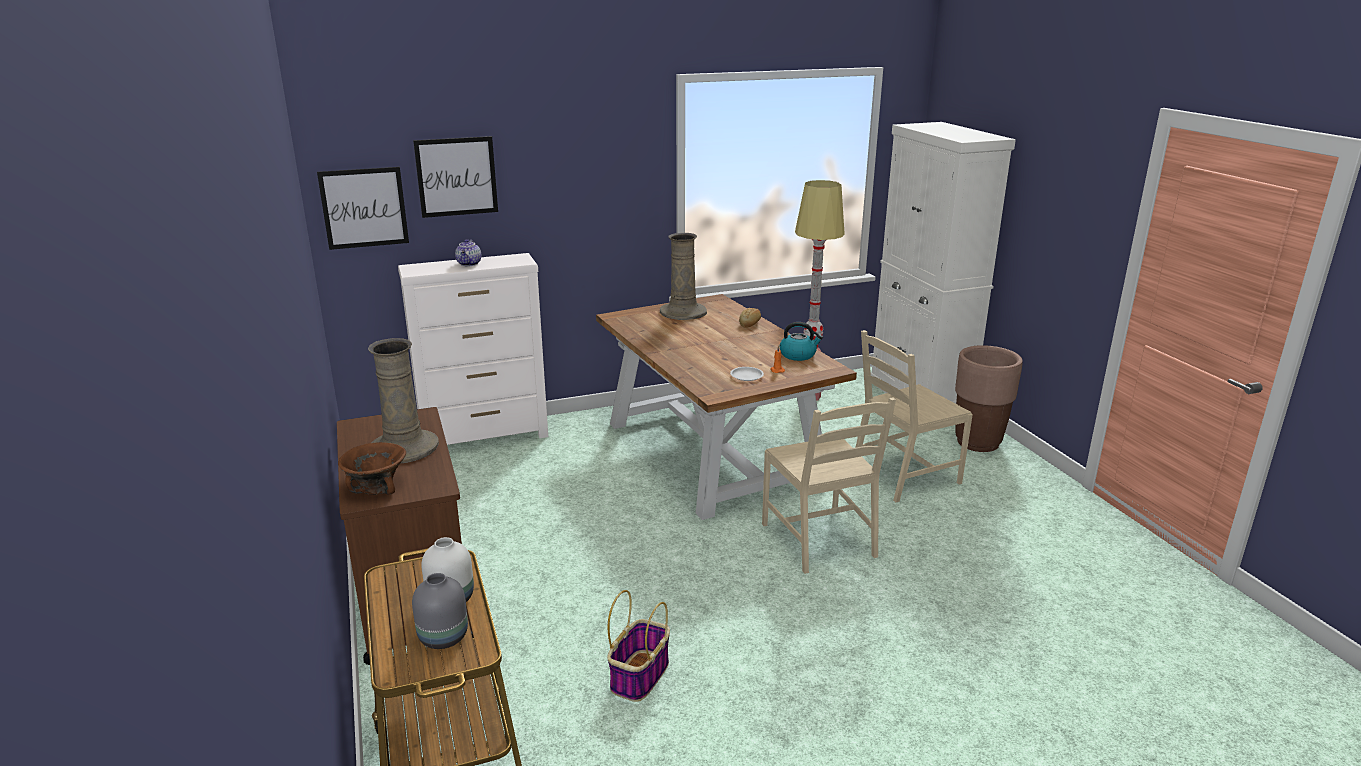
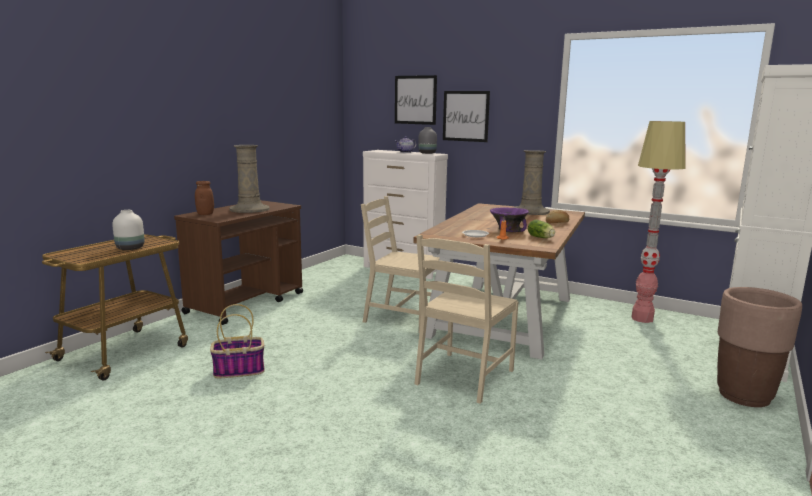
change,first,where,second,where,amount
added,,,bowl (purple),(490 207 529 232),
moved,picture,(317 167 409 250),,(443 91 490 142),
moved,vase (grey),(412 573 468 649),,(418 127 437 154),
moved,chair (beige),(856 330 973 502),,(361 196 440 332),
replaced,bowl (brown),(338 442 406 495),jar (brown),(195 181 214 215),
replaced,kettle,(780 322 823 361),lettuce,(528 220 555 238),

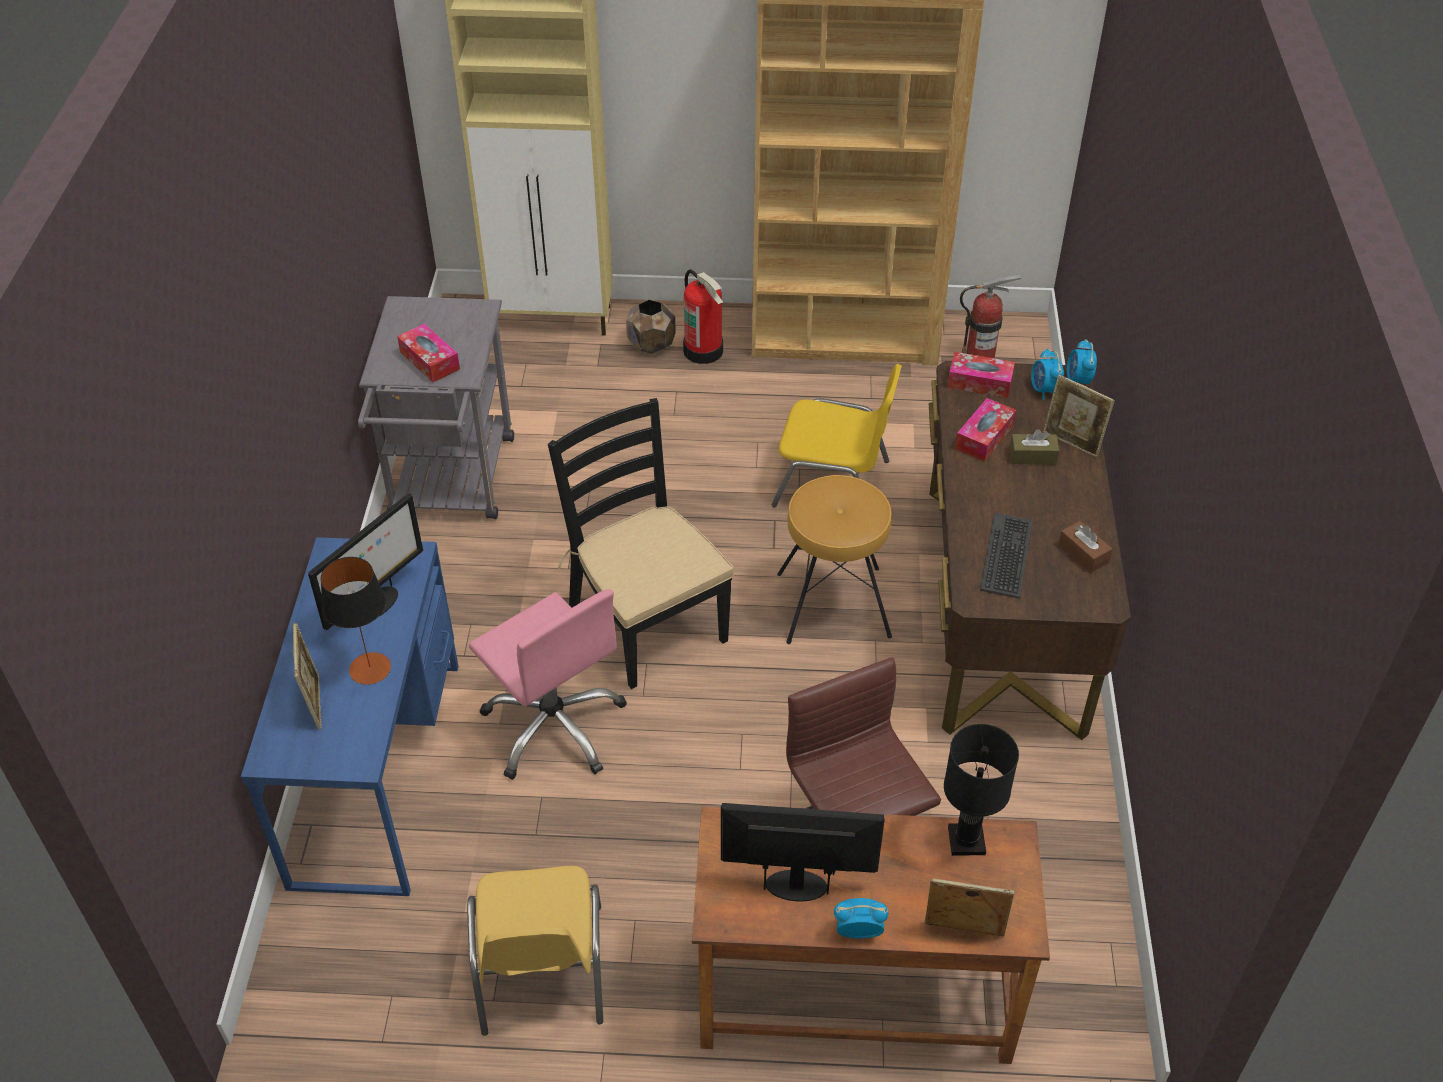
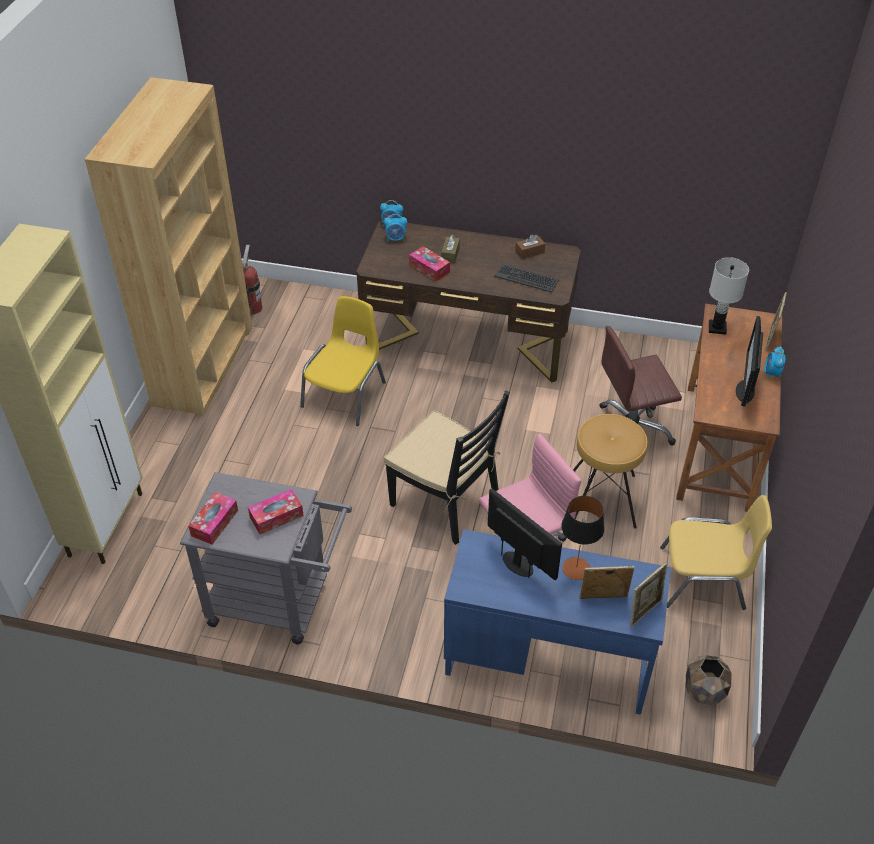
change,first,where,second,where,amount
removed,fire extinguisher,(683 270 723 364),,,
moved,planter (brown),(626 300 676 354),,(685 655 732 705),
moved,stool (brown),(777 475 892 644),,(573 414 647 529),
moved,tissue box,(947 352 1015 398),,(188 492 238 545),
moved,picture frame,(1043 375 1115 458),,(630 562 668 627),
recoloured,table lamp (black),(944 724 1019 856),table lamp (white),(709 257 749 335),
turned,chair (black),(548 398 734 689),,(384 390 510 545),120 degrees counterclockwise

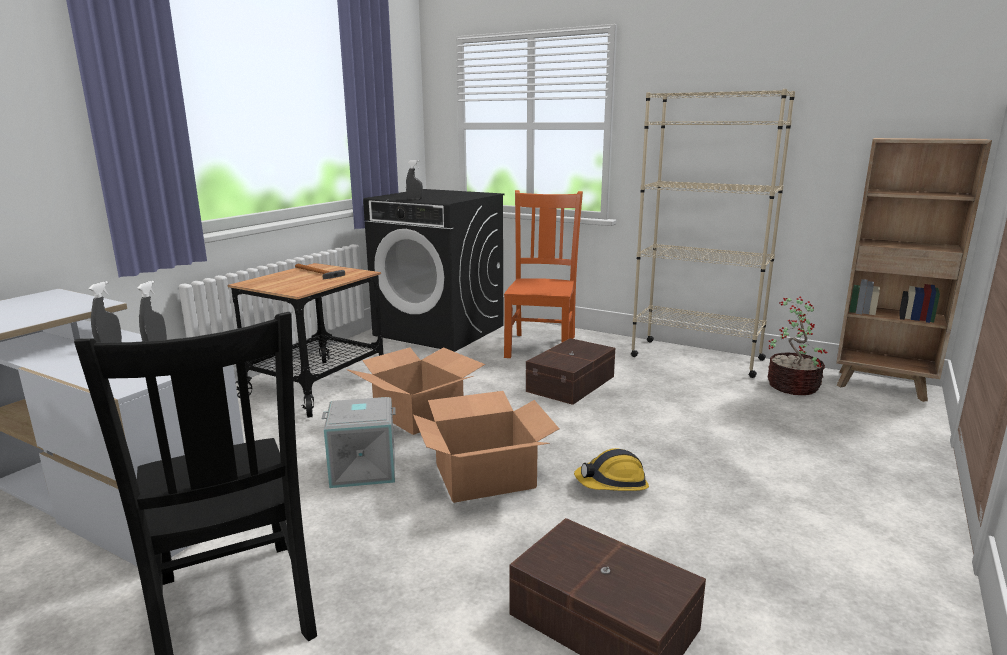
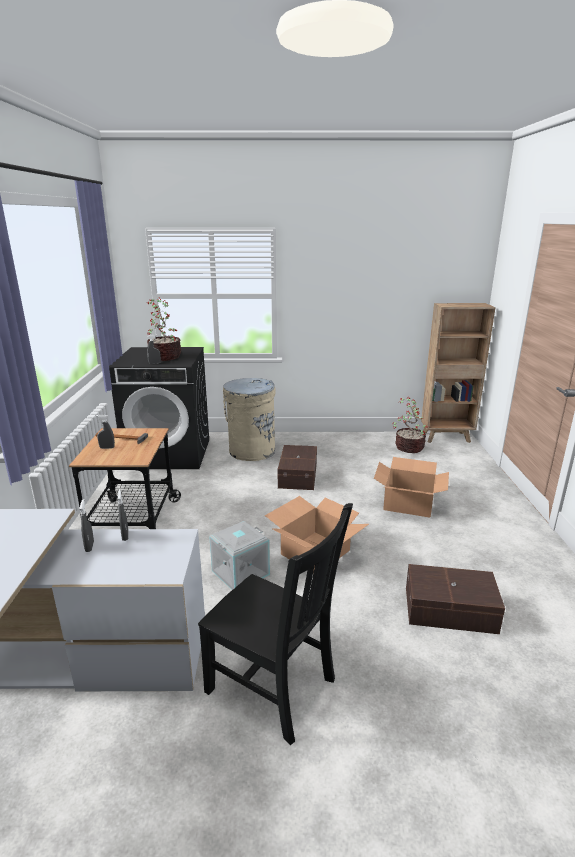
change,first,where,second,where,amount
removed,hard hat,(574 448 649 491),,,
removed,bookcase (beige),(631 89 795 378),,,
added,,,spray bottle (grey),(96 415 115 449),
added,,,potted plant,(147 297 181 361),
moved,cardboard box,(346 347 485 435),,(374 457 449 518),
replaced,chair (orange),(504 190 583 358),trash can (beige),(223 378 276 461),

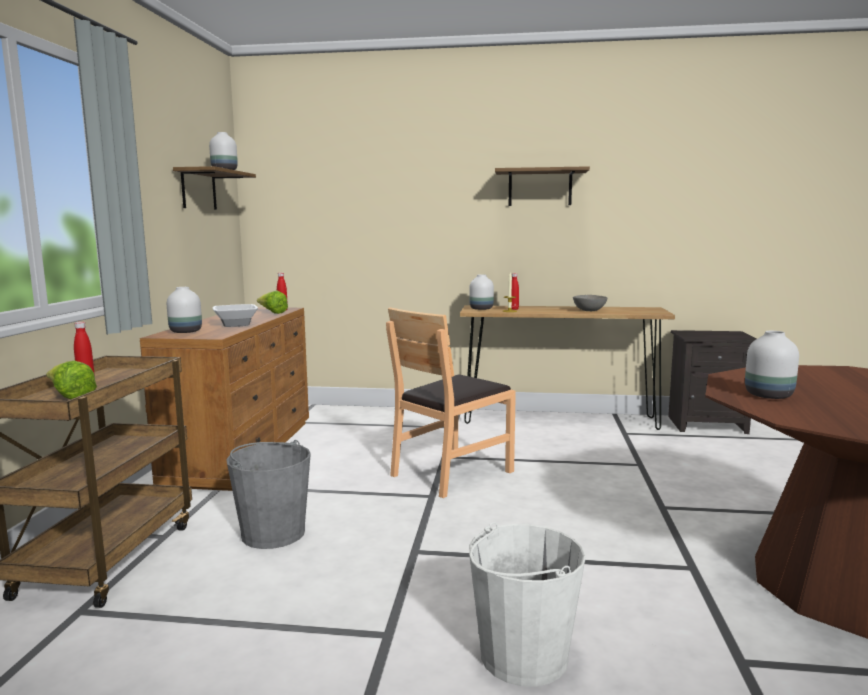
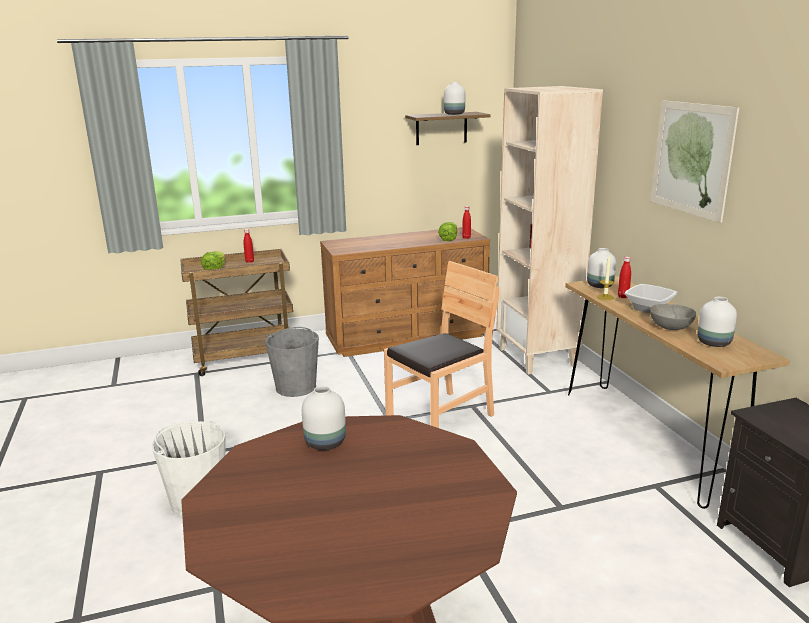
change,first,where,second,where,amount
added,,,bookcase (beige),(496 86 603 375),
moved,vase (white),(167 287 202 333),,(697 297 737 347),
moved,bowl,(212 304 258 327),,(625 284 677 313),
replaced,shelf,(495 166 590 206),picture,(651 100 739 223),
turned,chair (brown),(386 307 516 498),,(384 261 500 428),120 degrees clockwise

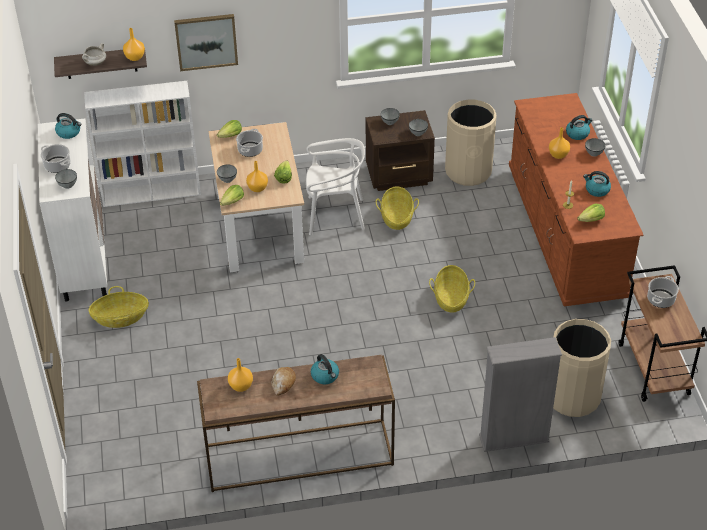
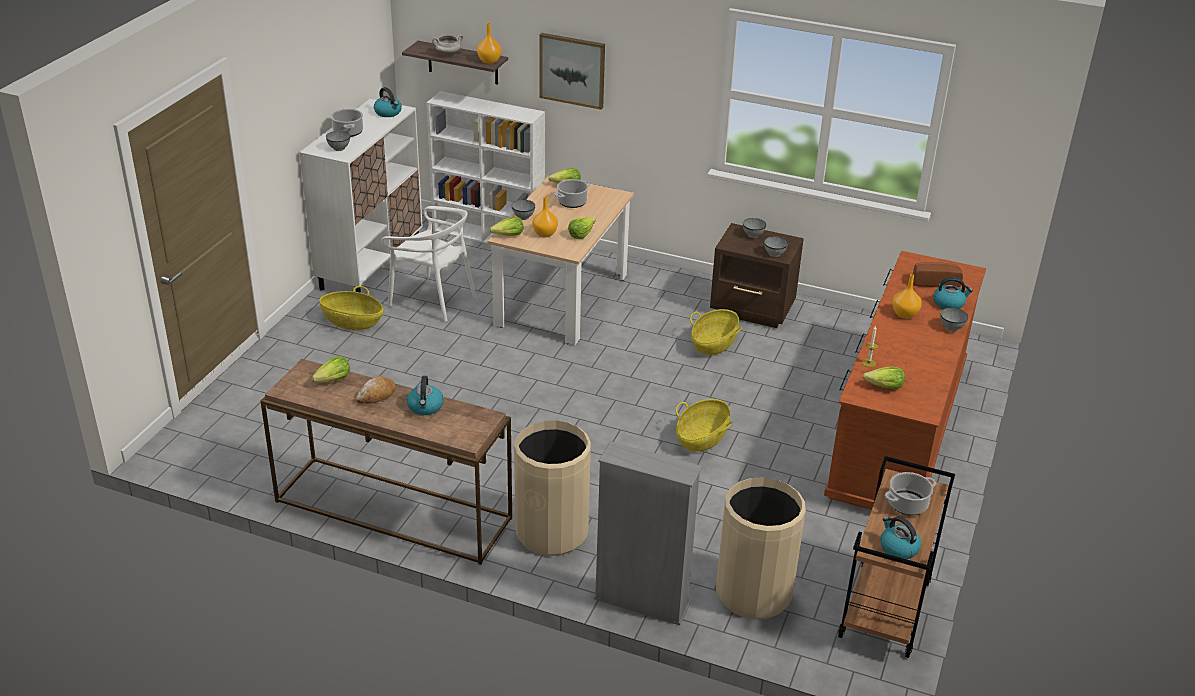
change,first,where,second,where,amount
added,,,bread,(913 262 963 287),
moved,chair (white),(306 138 365 235),,(381 206 477 322),
moved,trash can (beige),(445 99 497 186),,(514 421 591 556),
moved,kettle,(583 171 611 197),,(880 516 921 559),
replaced,vase (orange),(228 358 253 392),lettuce,(311 356 350 382),

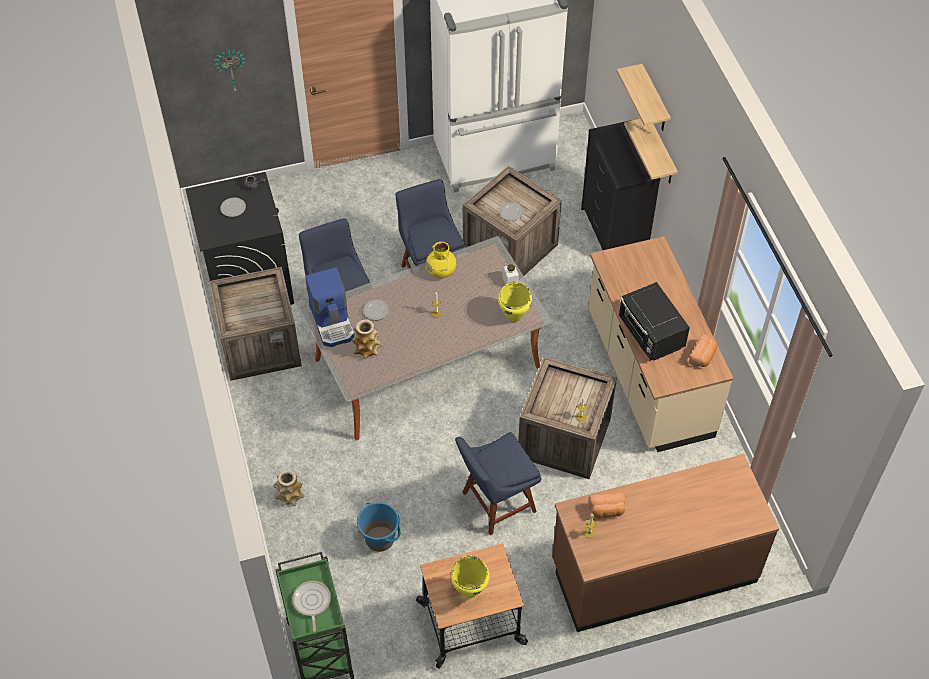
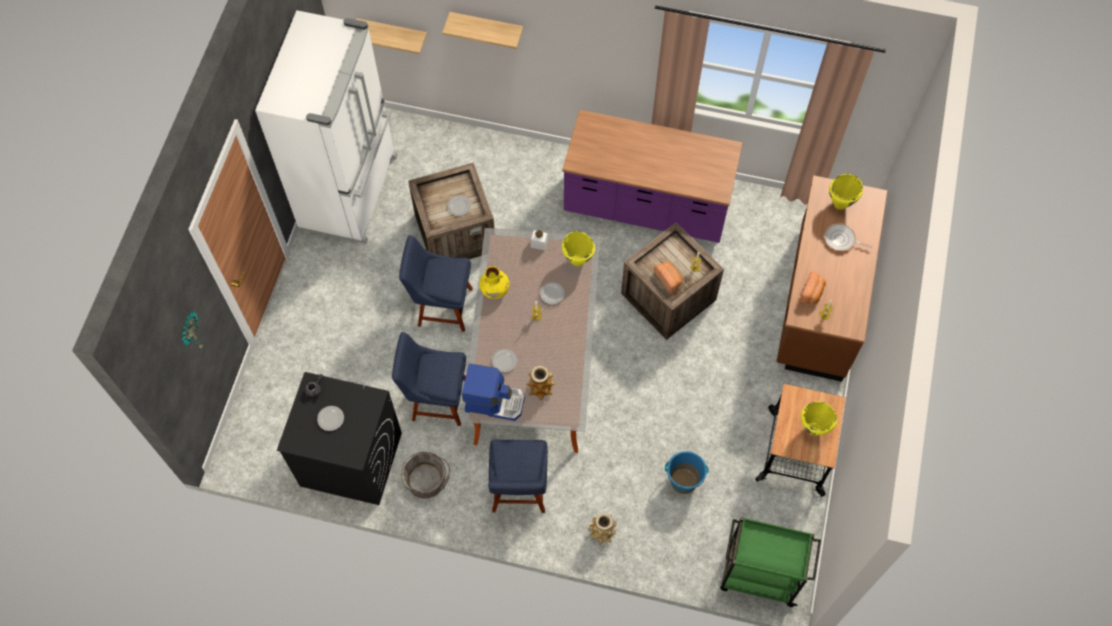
change,first,where,second,where,amount
removed,dresser (black),(581 120 661 250),,,
removed,microwave (black),(619 282 690 361),,,
added,,,plate,(540 282 565 304),
added,,,cooking pot (yellow),(829 174 863 210),
moved,frying pan,(293 581 331 634),,(825 223 872 251),
moved,chair (blue),(455 432 541 535),,(488 440 548 513),
moved,shelf,(624 119 678 184),,(356 18 427 54),
moved,bread,(689 334 717 367),,(654 262 683 293),
replaced,crate,(209 267 302 381),bucket (grey),(401 451 450 498),
recoloured,counter (beige),(589 236 733 452),counter (purple),(562 110 743 243),

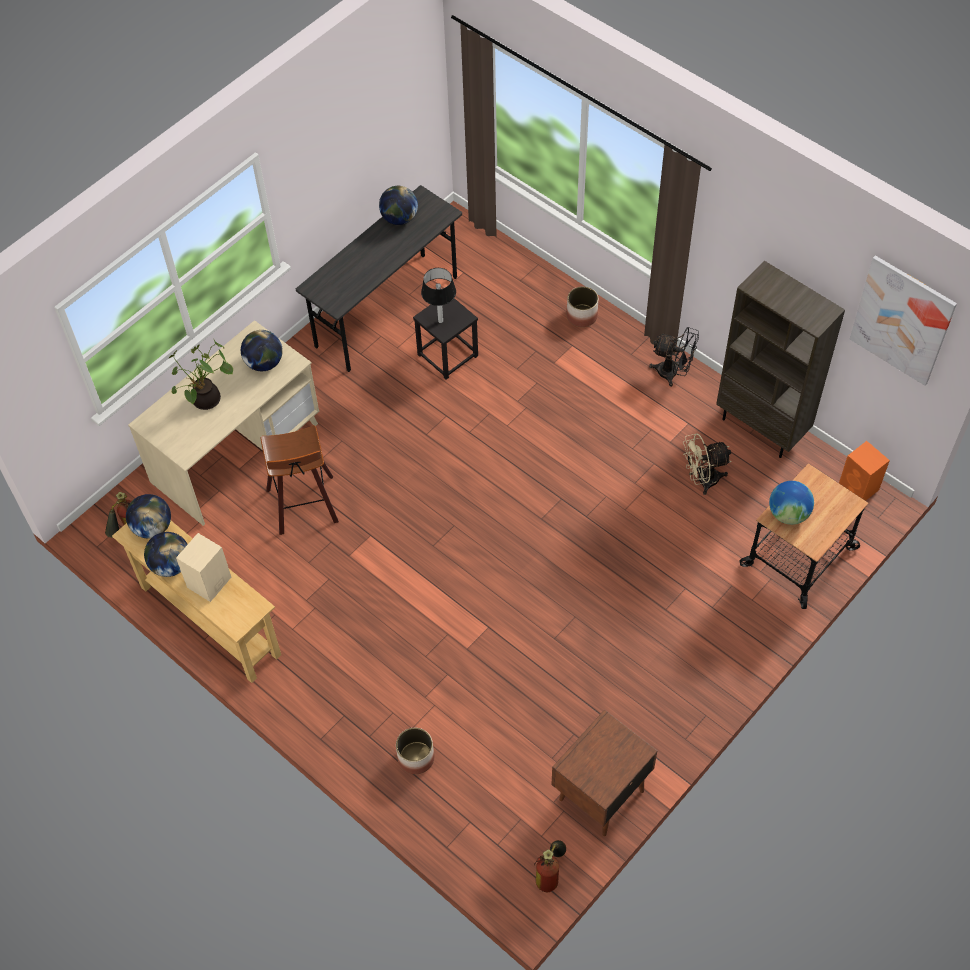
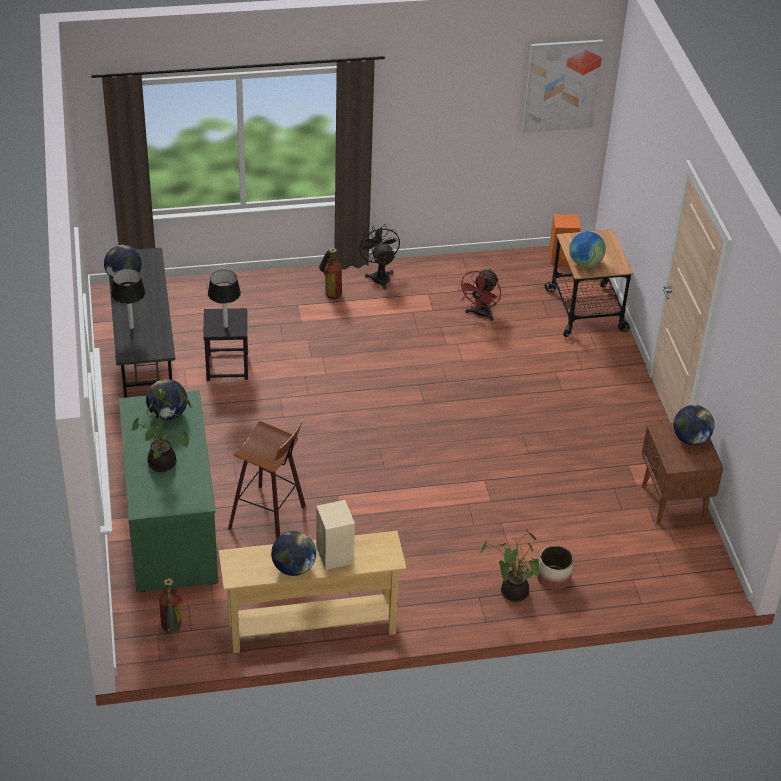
change,first,where,second,where,amount
removed,planter,(567 287 598 327),,,
removed,bookcase (brown),(716 261 845 458),,,
added,,,table lamp,(111 269 146 329),
added,,,potted plant,(480 529 540 602),
moved,globe,(126 494 171 538),,(673 405 715 445),
moved,fire extinguisher,(534 840 566 892),,(319 248 342 299),
recoloured,desk (beige),(128 320 319 526),desk (green),(119 391 218 592),
recoloured,fan (beige),(683 433 731 495),fan (red),(458 269 501 321),
turned,fan (black),(649 327 699 387),,(357 224 400 290),75 degrees counterclockwise

